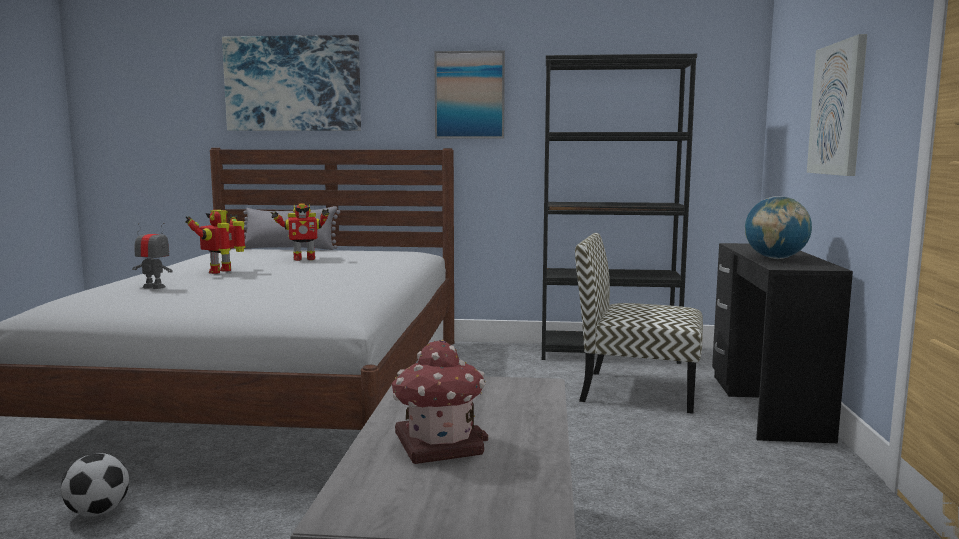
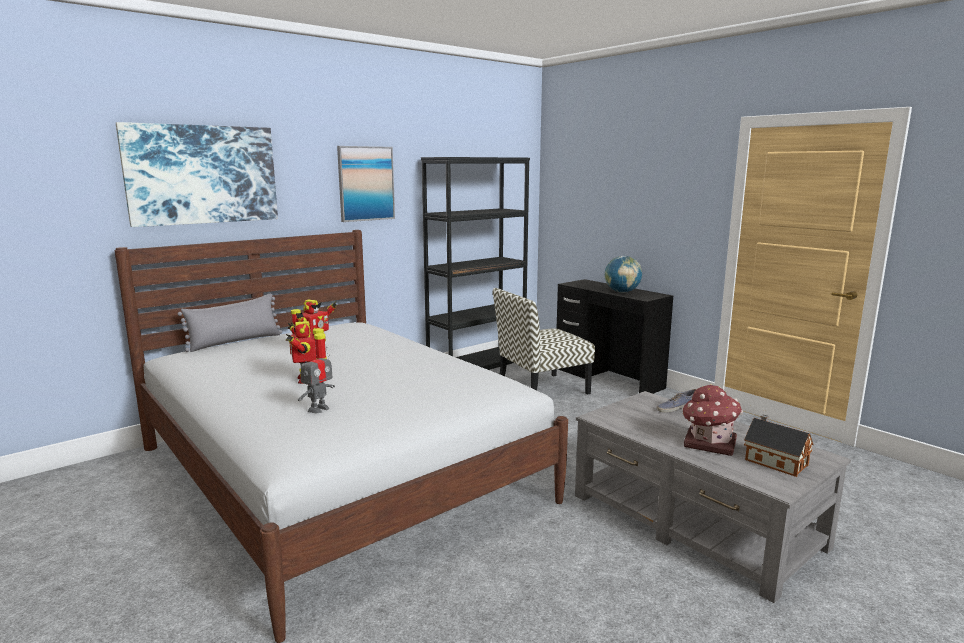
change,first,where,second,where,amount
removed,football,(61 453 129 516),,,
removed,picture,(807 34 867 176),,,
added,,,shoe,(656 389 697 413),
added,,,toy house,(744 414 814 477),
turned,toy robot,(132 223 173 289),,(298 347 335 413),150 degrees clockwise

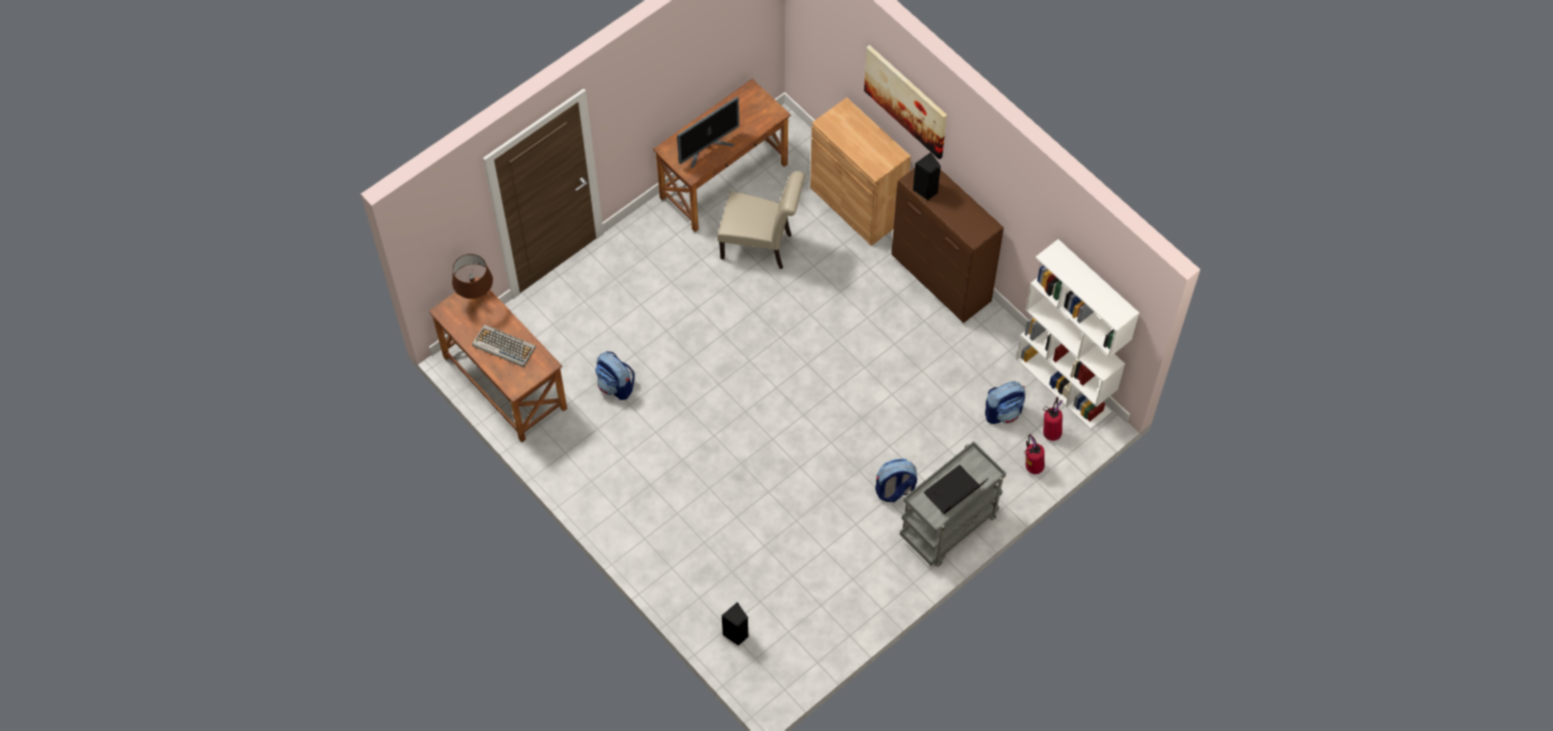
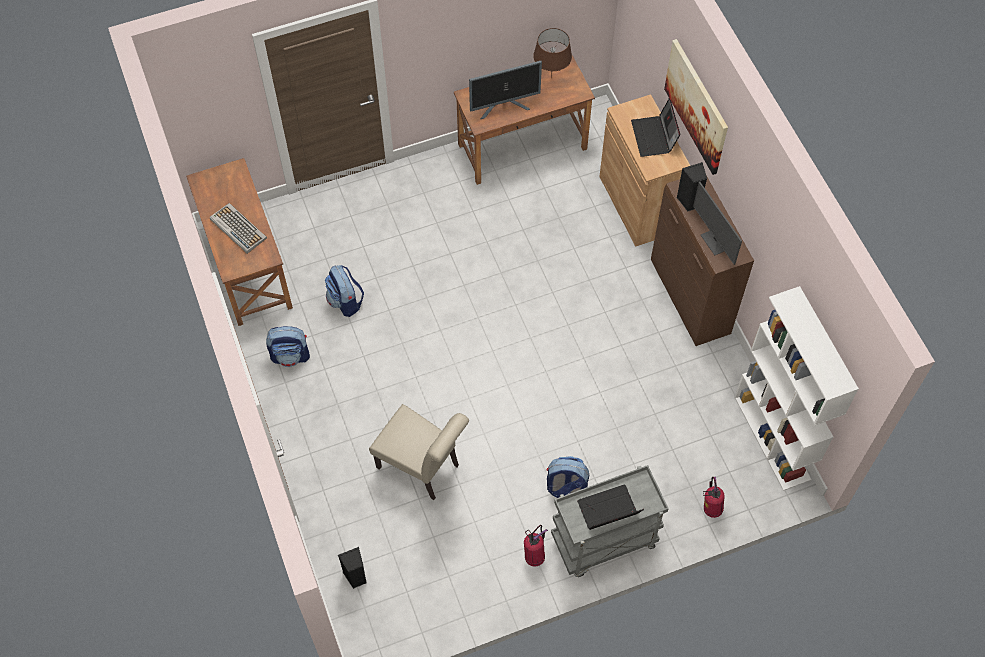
change,first,where,second,where,amount
added,,,laptop,(631 99 680 157),
added,,,monitor,(693 182 742 265),
moved,table lamp (brown),(452 254 493 300),,(533 28 572 79),
moved,chair (beige),(717 171 805 269),,(369 404 469 500),
moved,backpack,(985 382 1025 424),,(266 326 310 367),
moved,fire extinguisher,(1043 396 1063 441),,(524 525 548 567),

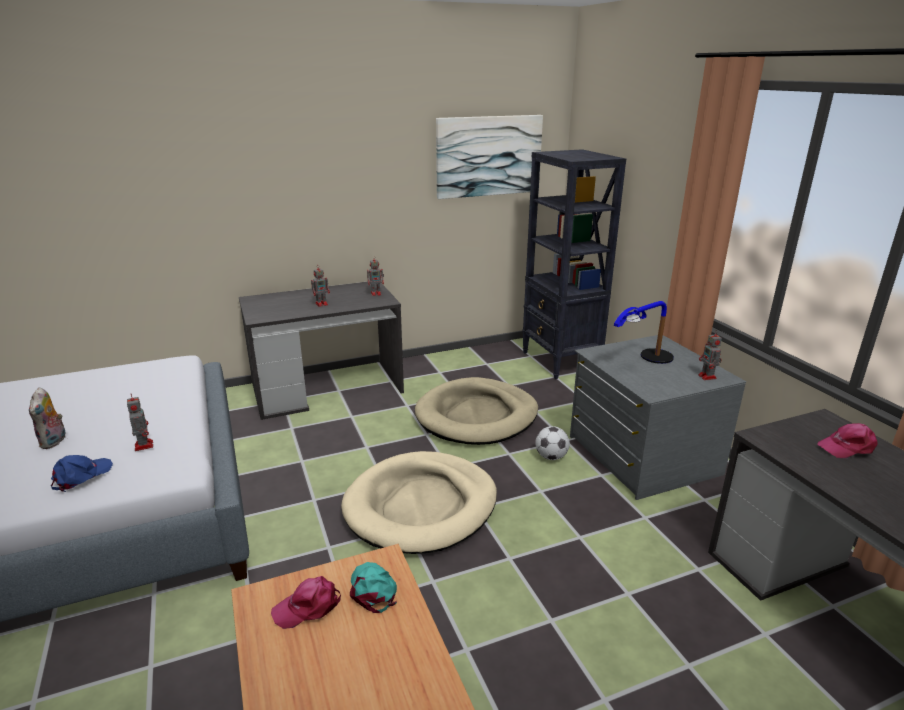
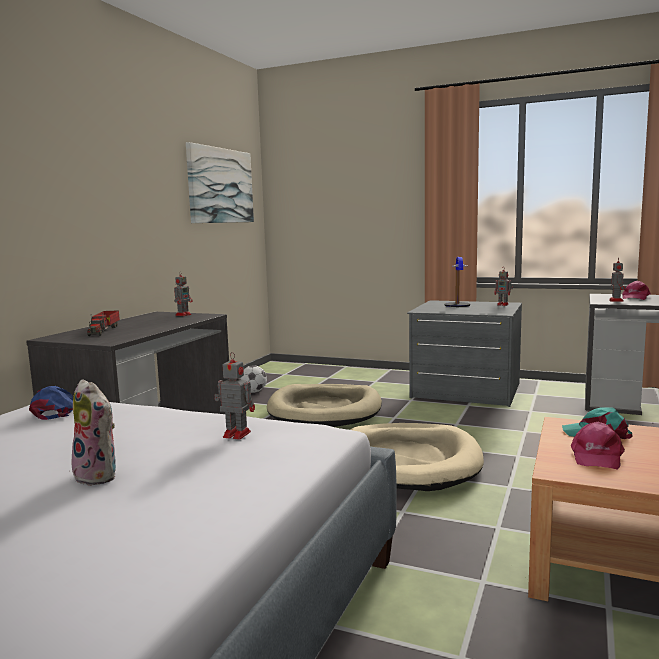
change,first,where,second,where,amount
removed,bookcase (black),(522 149 626 379),,,
added,,,toy truck,(87 310 120 336),
moved,cap (blue),(51 455 113 492),,(29 386 73 420),
moved,toy robot,(311 268 330 307),,(609 260 625 302),
moved,football,(535 426 570 460),,(240 365 267 393),

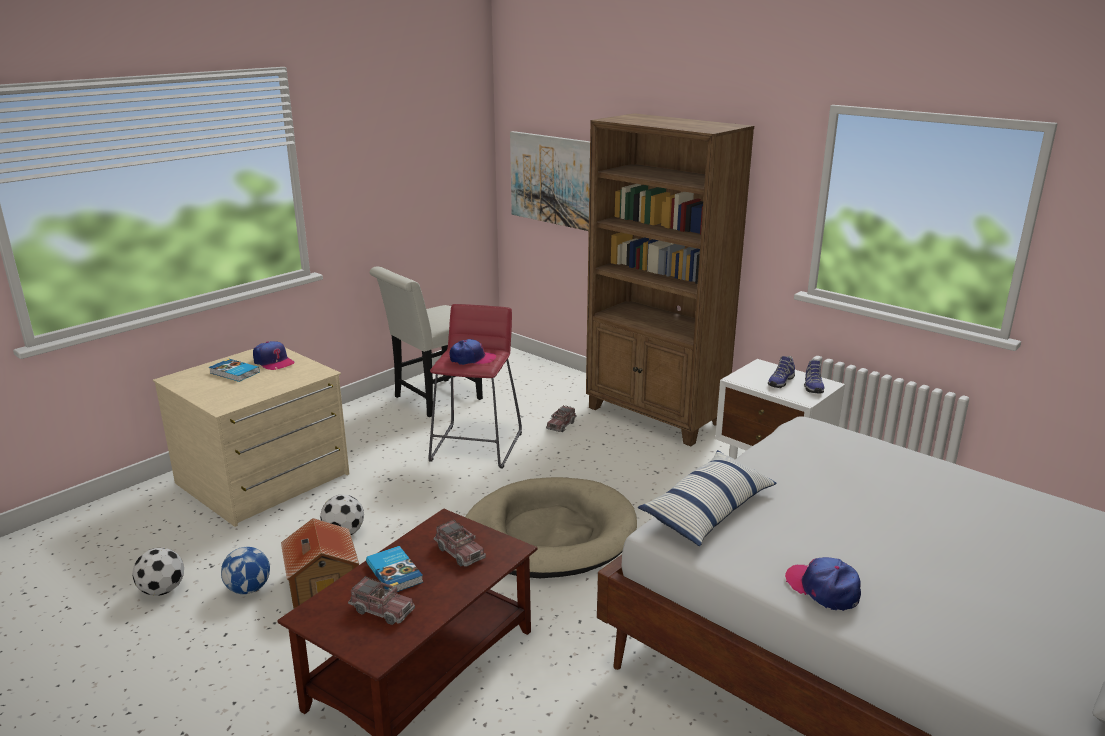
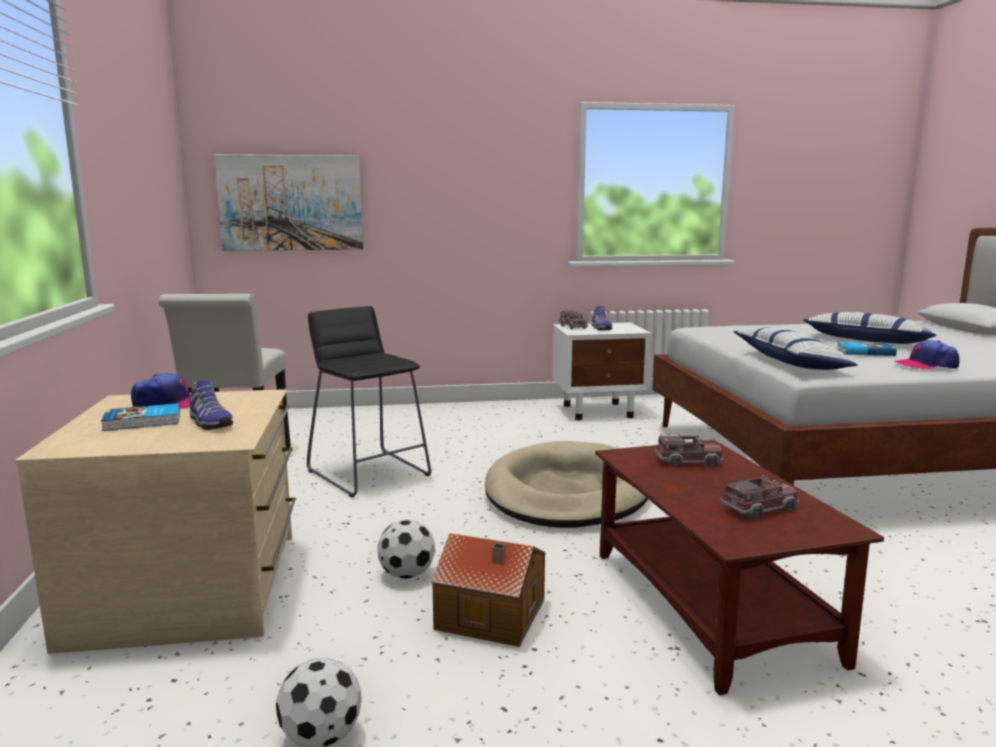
change,first,where,second,where,amount
removed,football,(221 547 270 594),,,
removed,cap,(450 339 496 365),,,
removed,bookcase (brown),(586 113 754 446),,,
added,,,pillow,(803 312 937 344),
moved,book,(366 546 423 592),,(837 342 897 356),
moved,toy truck,(546 405 577 432),,(558 310 588 329),
moved,shoe,(804 359 825 394),,(189 380 233 430),
recoloured,stool (red),(429 304 522 469),stool (black),(307 306 431 497),

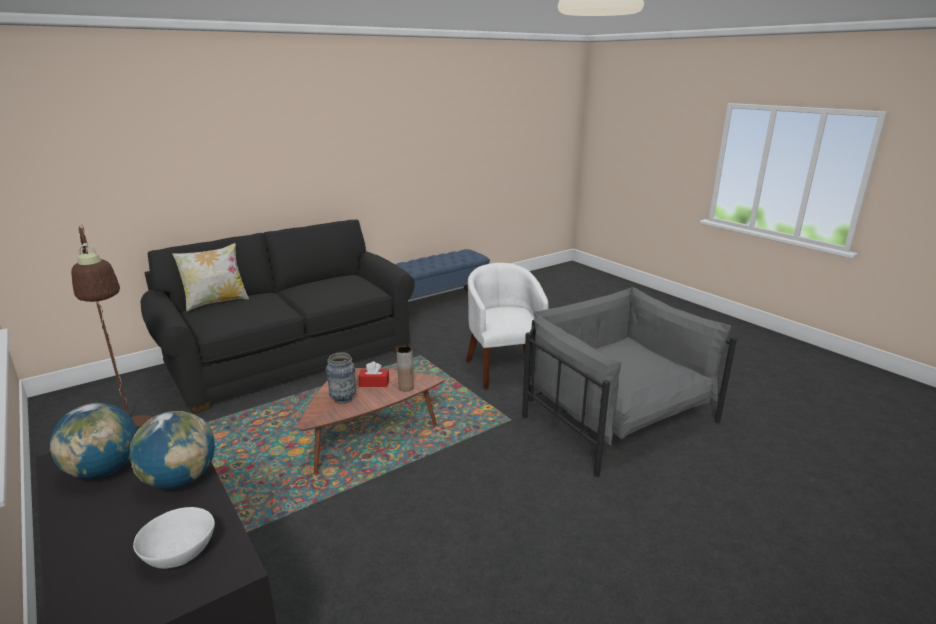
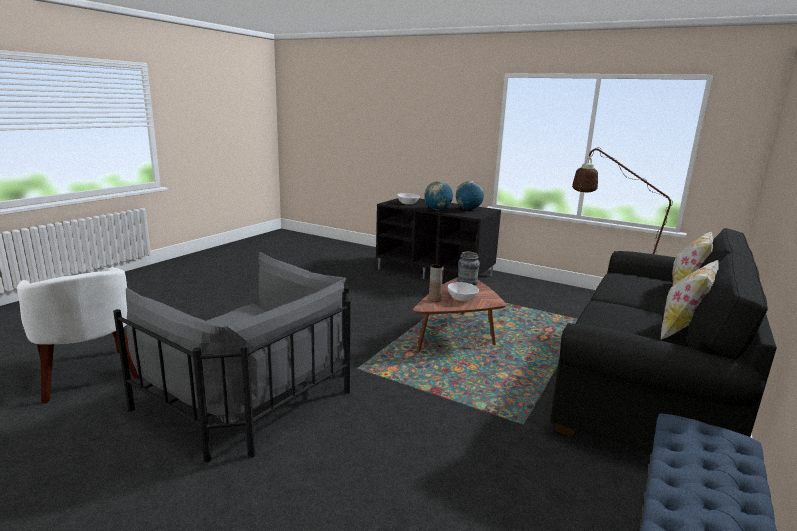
change,first,where,second,where,amount
added,,,pillow,(661 260 719 340),
moved,armchair (white),(466 263 549 390),,(17 267 139 404),
replaced,tissue box (red),(358 362 389 387),bowl (white),(448 282 479 301),

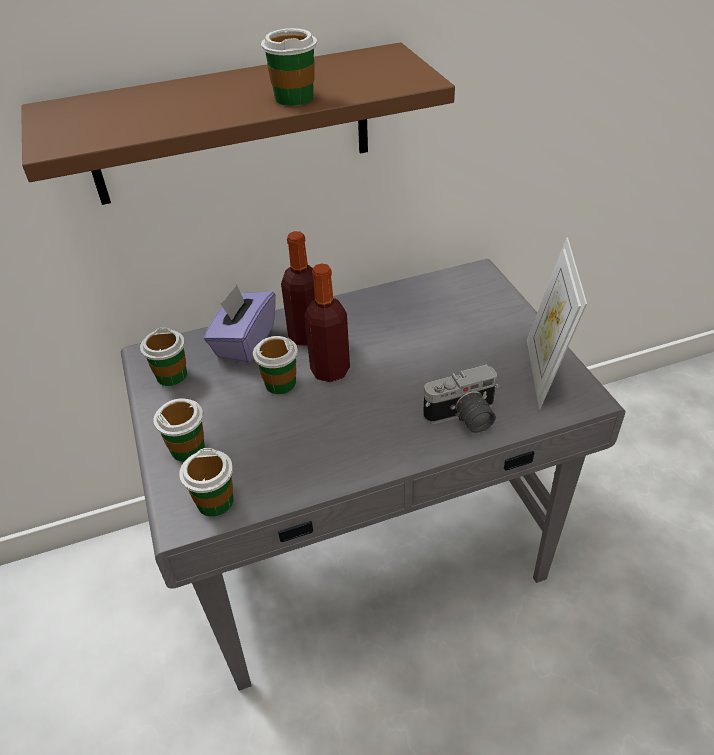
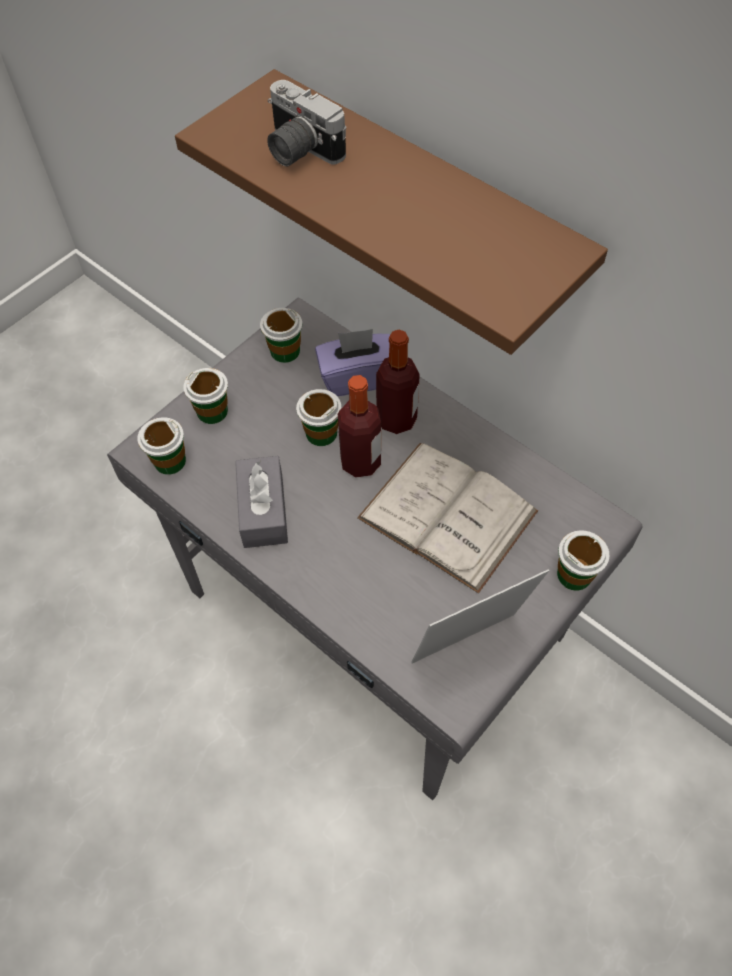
change,first,where,second,where,amount
added,,,tissue box (grey),(235 456 288 548),
added,,,book (white),(357 443 538 594),
moved,cup,(261 28 317 106),,(557 530 609 591),
moved,photo camera,(423 364 500 433),,(267 80 346 167),

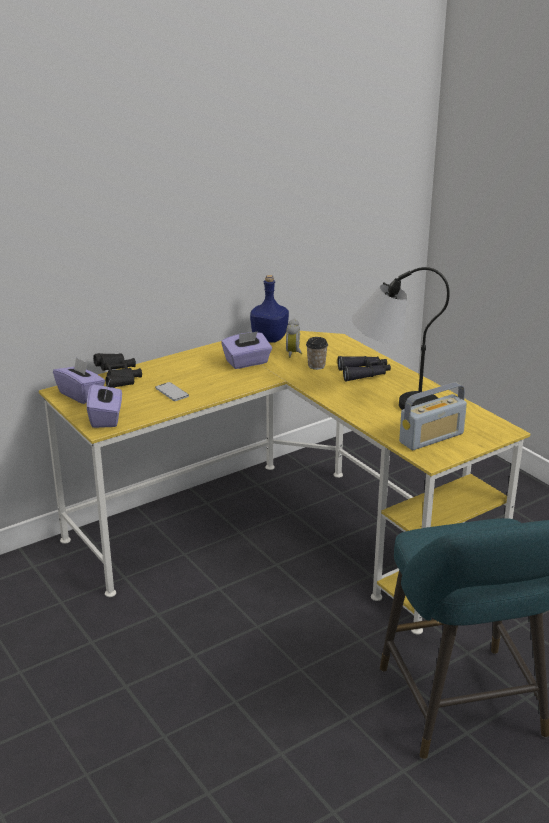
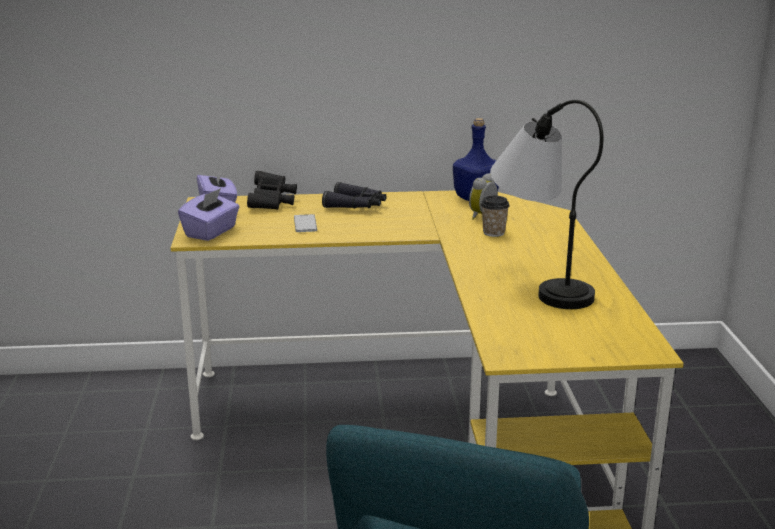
change,first,where,second,where,amount
removed,tissue box (purple),(221 331 272 369),,,
removed,radio,(399 382 467 450),,,
moved,binoculars (black),(337 356 391 382),,(322 182 387 208),

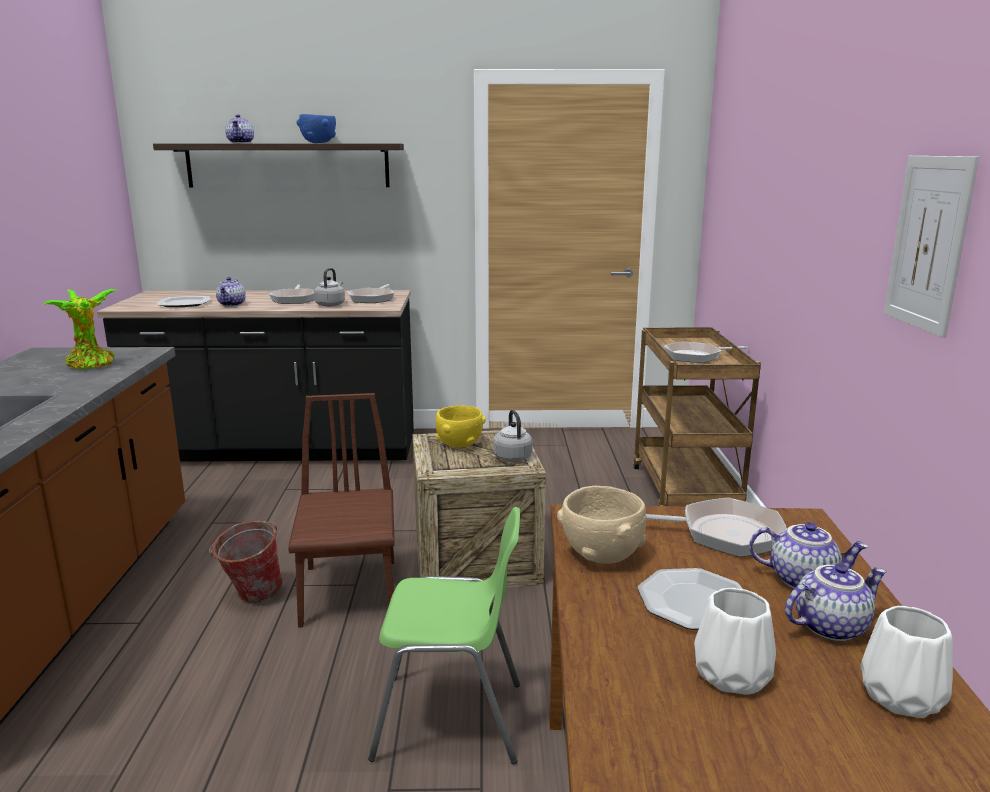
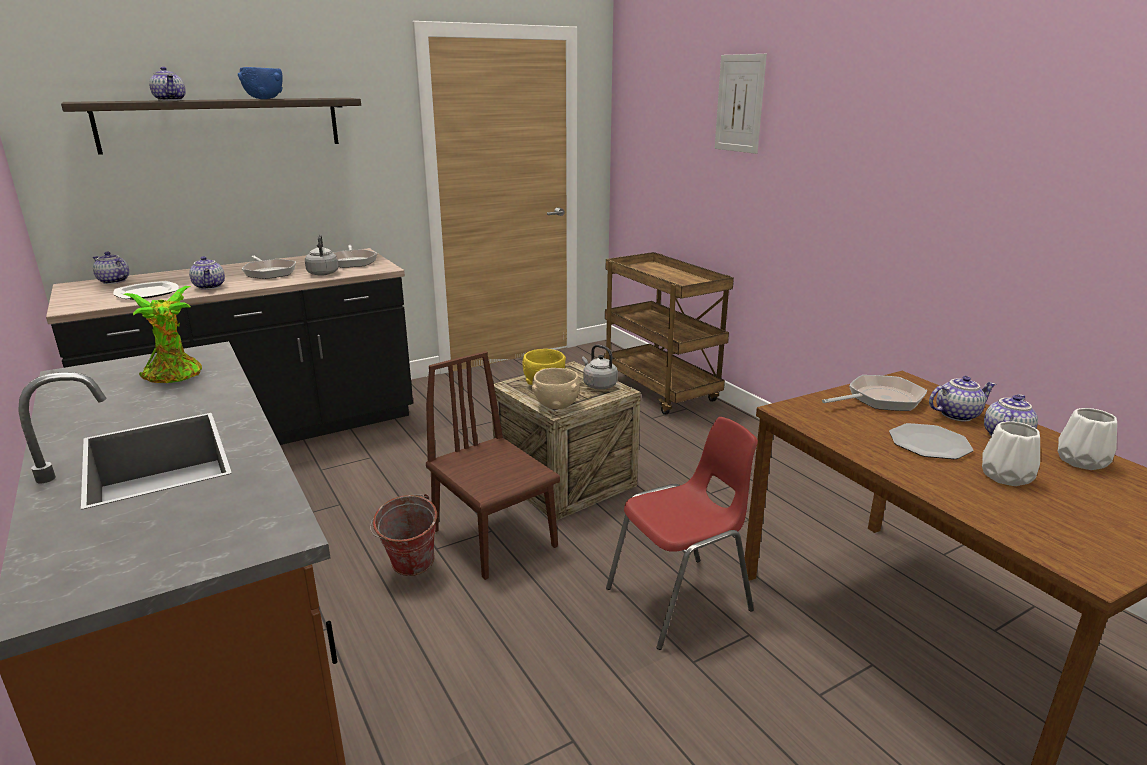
change,first,where,second,where,amount
removed,frying pan,(664 341 748 363),,,
added,,,teapot,(93 251 129 284),
moved,bowl (beige),(557 486 646 564),,(532 368 580 409),
moved,picture,(884 156 979 338),,(715 54 767 154),
recoloured,chair (green),(368 507 520 764),chair (red),(606 417 758 650),

